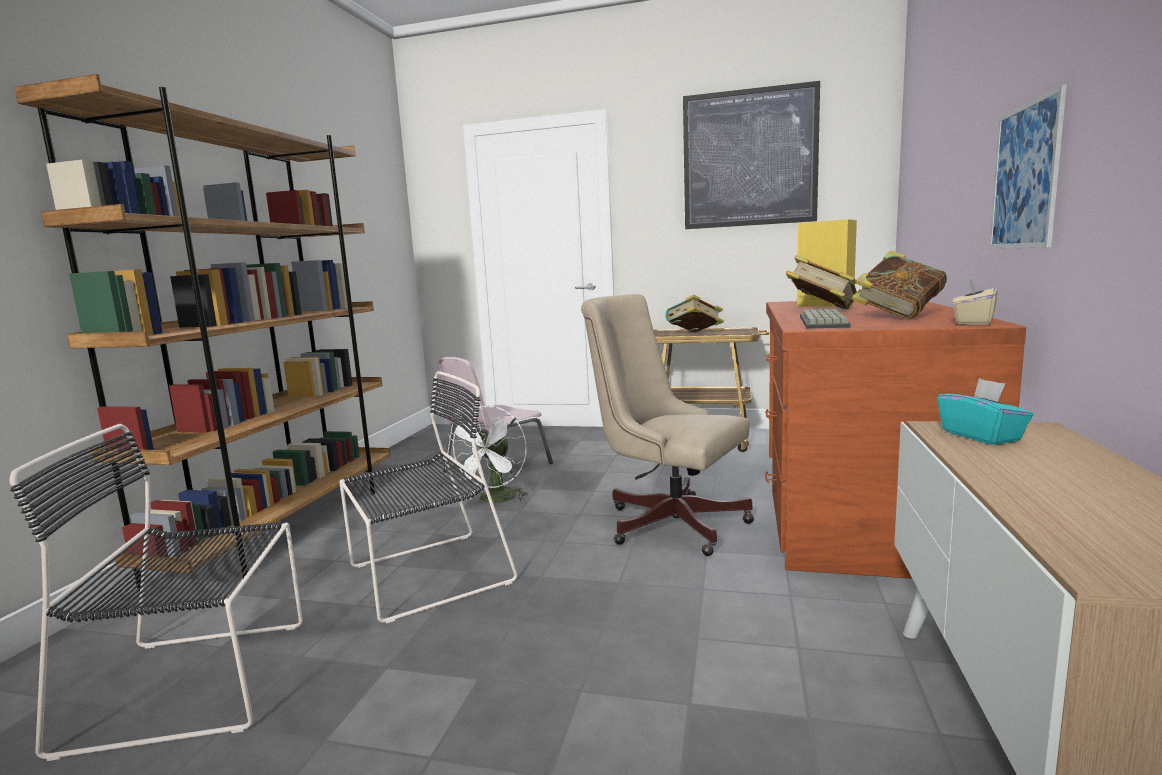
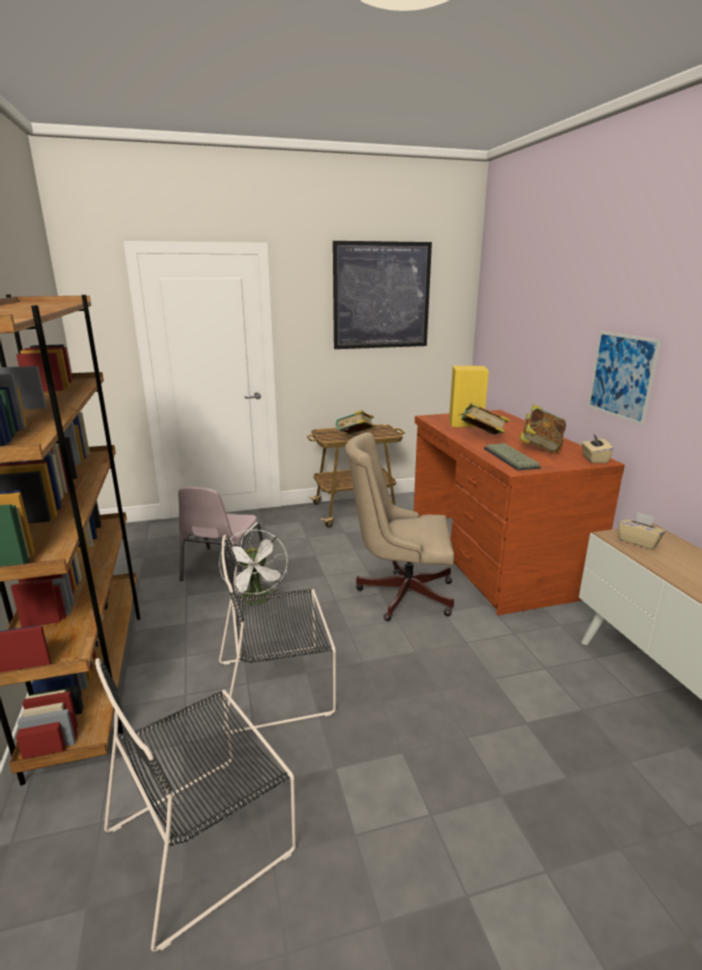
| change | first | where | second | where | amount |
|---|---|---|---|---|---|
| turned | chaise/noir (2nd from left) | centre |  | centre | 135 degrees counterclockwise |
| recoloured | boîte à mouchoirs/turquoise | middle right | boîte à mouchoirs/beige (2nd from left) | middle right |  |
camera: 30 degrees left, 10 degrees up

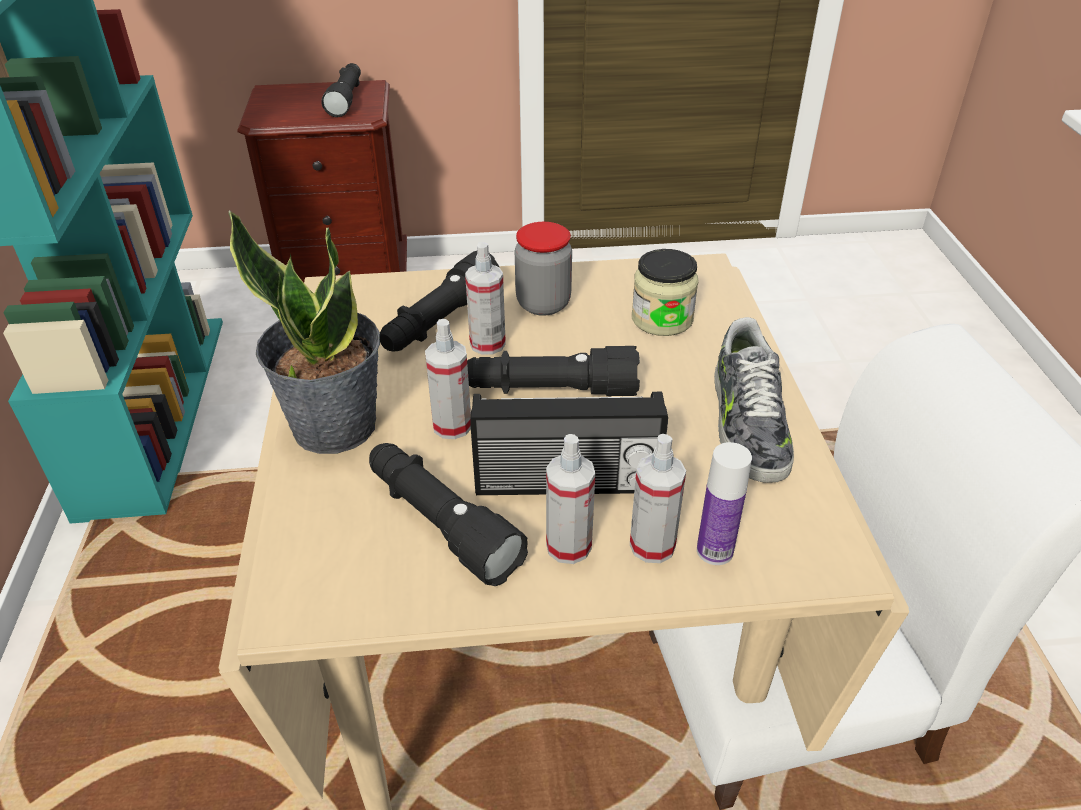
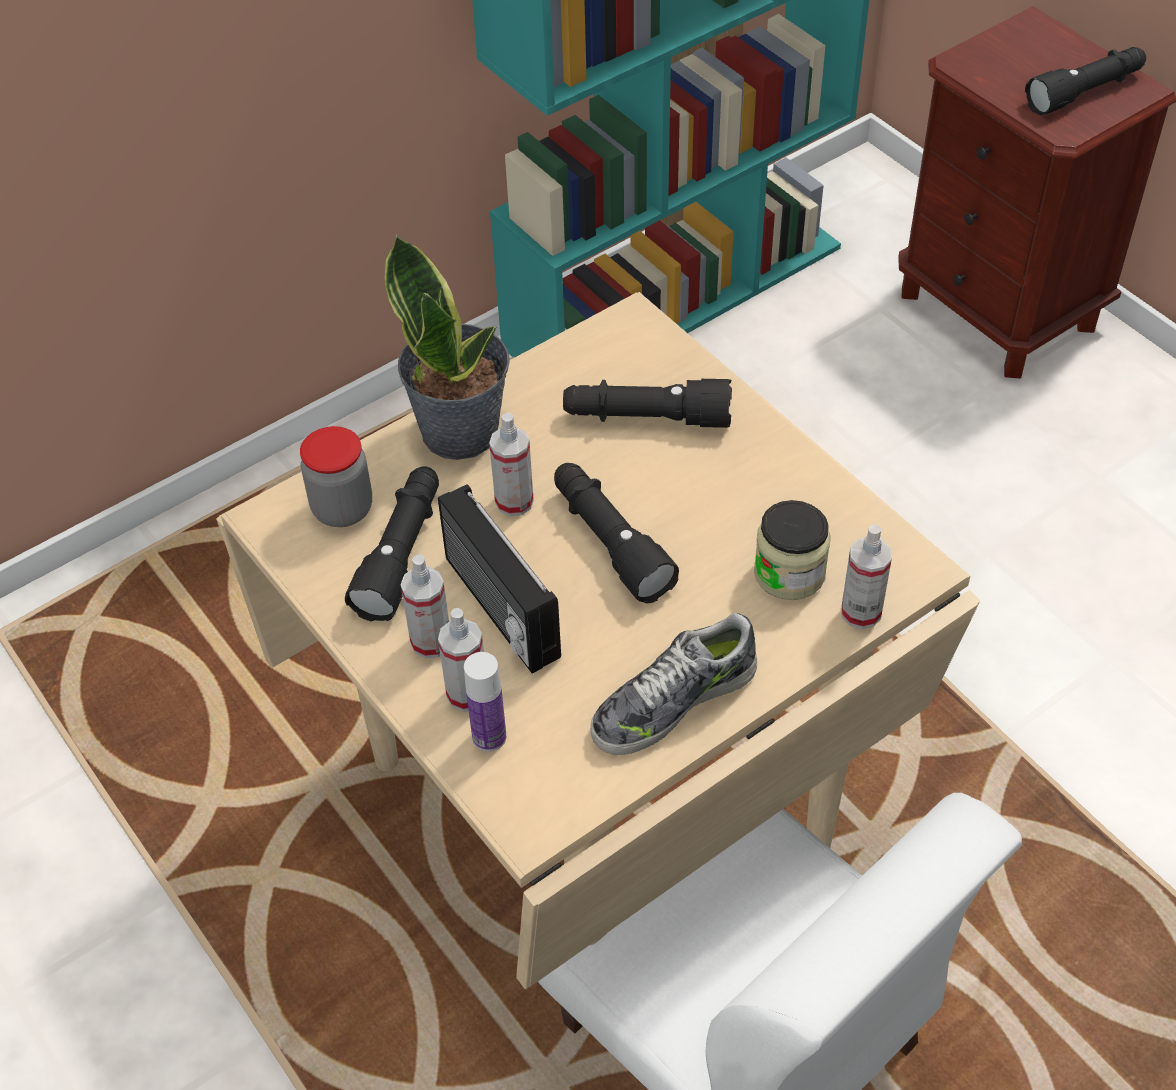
| change | first | where | second | where | amount |
|---|---|---|---|---|---|
| moved | vaporisateur (2nd from left in the first image) | centre | vaporisateur (4th from left) | middle right |  |
| moved | bocal (1st from left) | top centre |  | middle left |  |
camera: 60 degrees right, 10 degrees up

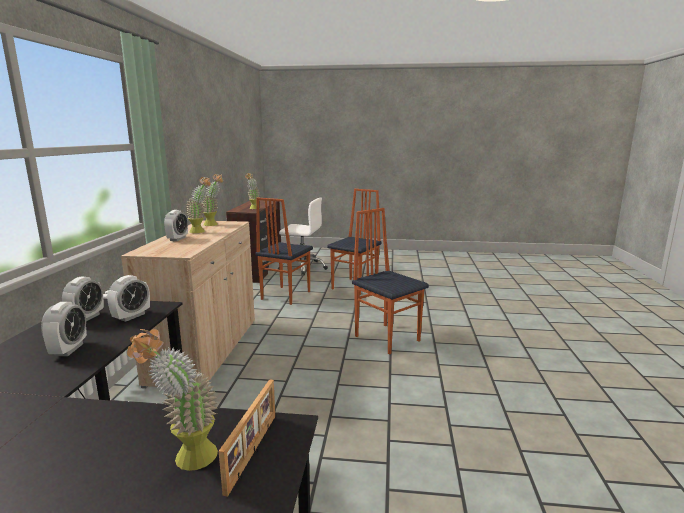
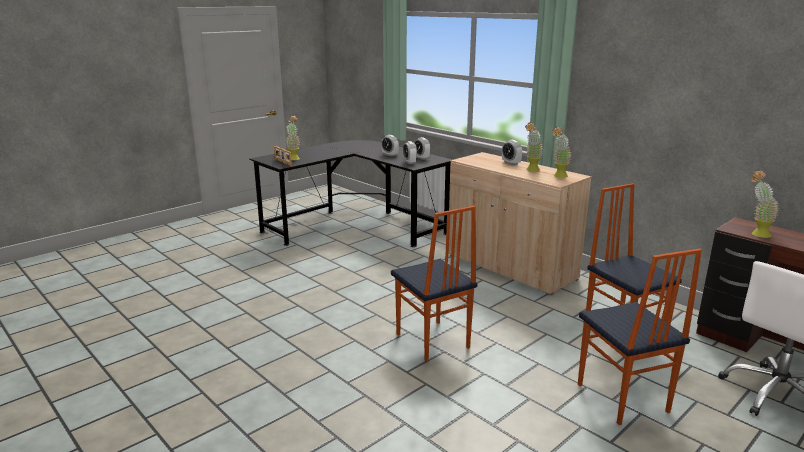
| change | first | where | second | where | amount |
|---|---|---|---|---|---|
| turned | chaise (3rd from left in the first image) | centre | chaise (1st from left) | centre | 60 degrees clockwise |
camera: 130 degrees right, 5 degrees up

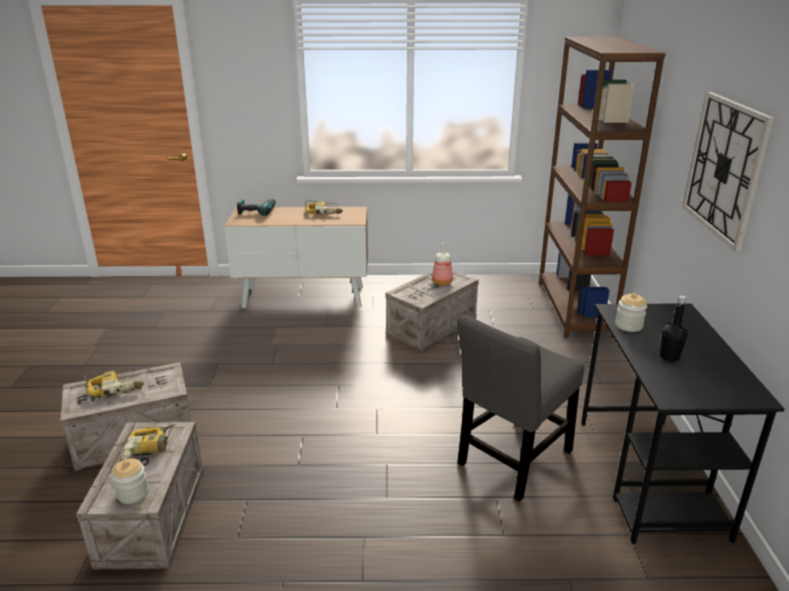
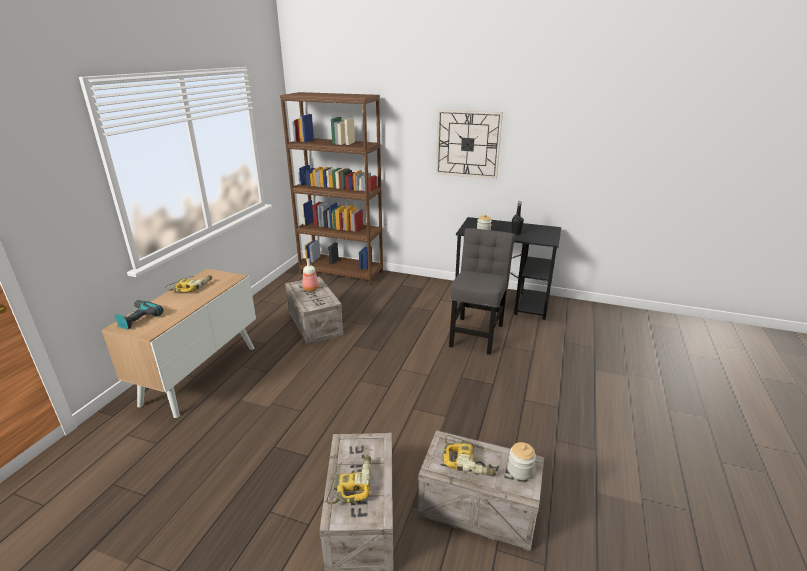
| change | first | where | second | where | amount |
|---|---|---|---|---|---|
| turned | chaise/gris | bottom centre |  | centre | 135 degrees counterclockwise |
camera: 70 degrees left, 0 degrees up

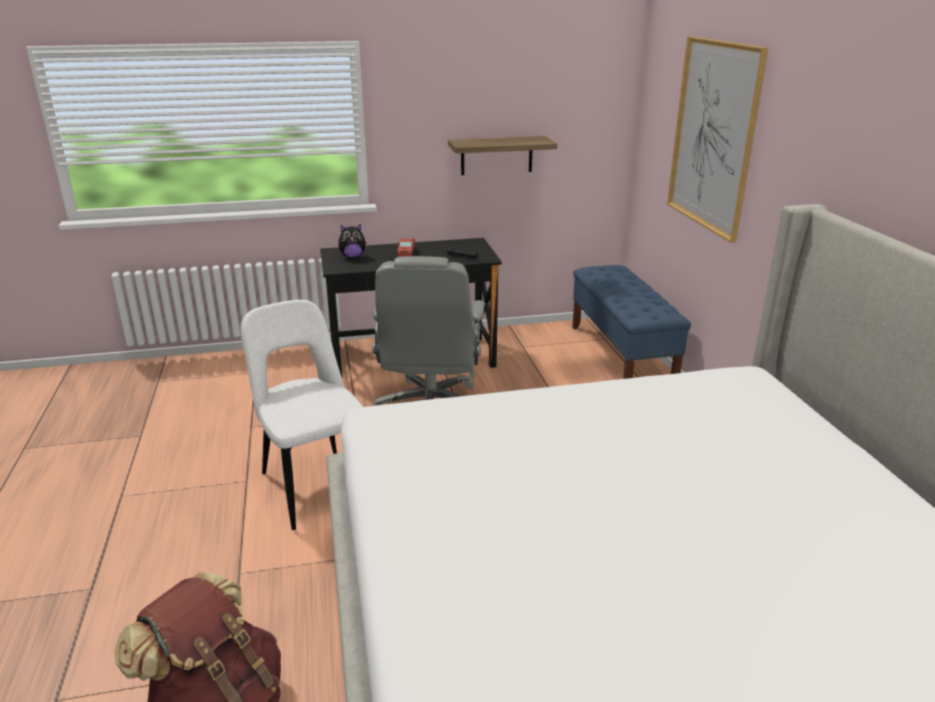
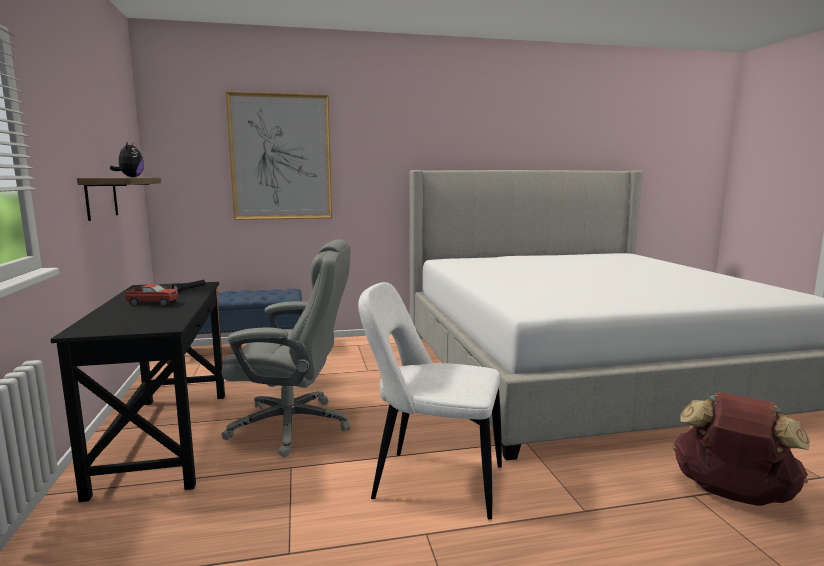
| change | first | where | second | where | amount |
|---|---|---|---|---|---|
| turned | chaise/blanc | middle left |  | bottom centre | 45 degrees clockwise |
| moved | peluche | centre |  | top left |  |
camera: 90 degrees left, 15 degrees down

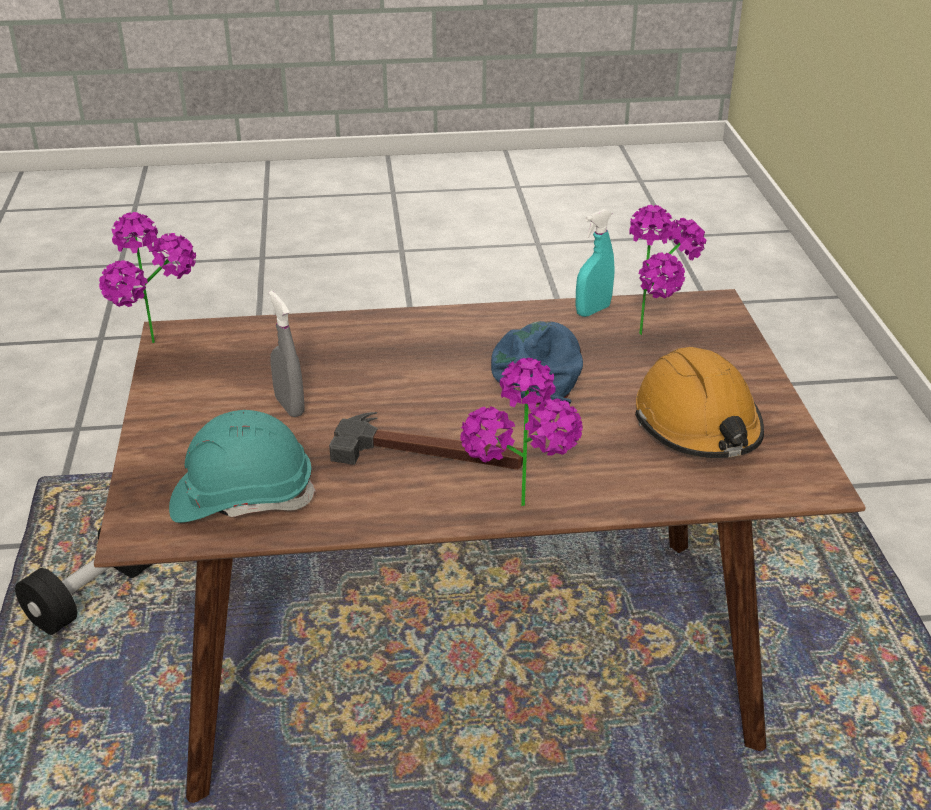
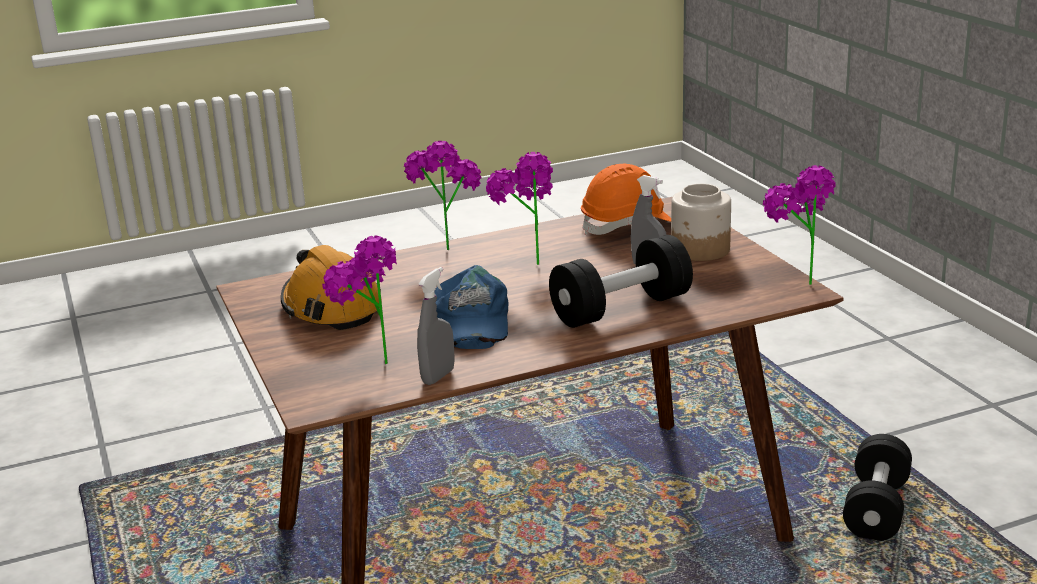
| change | first | where | second | where | amount |
|---|---|---|---|---|---|
| recoloured | casque de chantier/turquoise | middle left | casque de chantier/orange (2nd from left) | centre |  |
| replaced | marteau | centre | plante en pot (3rd from left) | centre |  |
| recoloured | vaporisateur/turquoise | top centre | vaporisateur/gris (1st from left) | centre |  |
| added |  |  | haltère/noir (1st from left) | centre |  |
| added |  |  | bocal | middle right |  |
camera: 165 degrees right, 10 degrees down

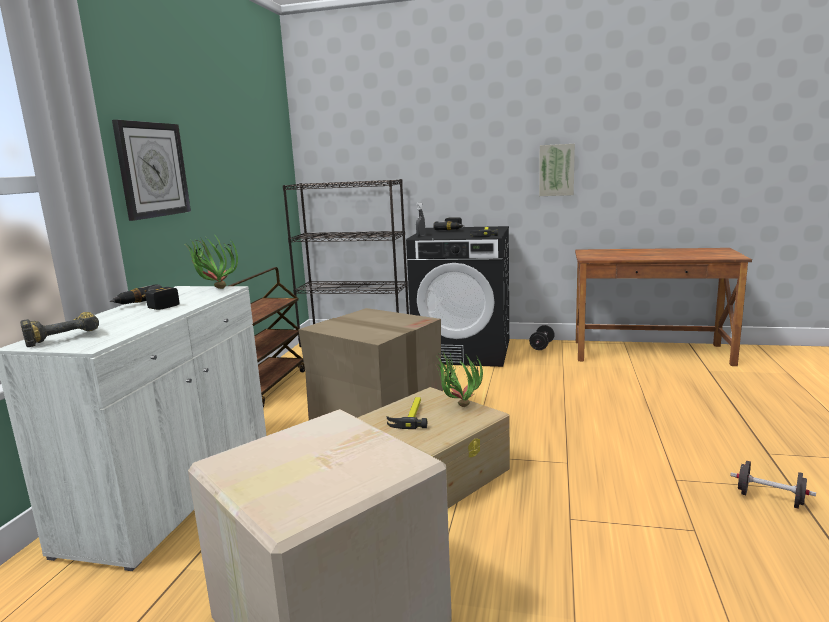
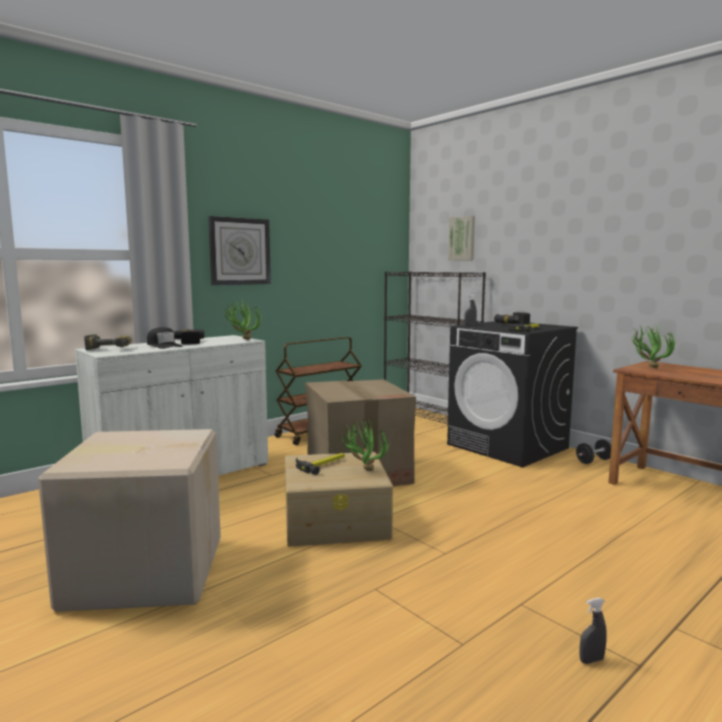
| change | first | where | second | where | amount |
|---|---|---|---|---|---|
| moved | tableau | top right |  | top centre |  |
| replaced | haltère/noir (2nd from left) | bottom right | vaporisateur/gris (2nd from left) | bottom right |  |
| added |  |  | casquette/noir | middle left |  |
| added |  |  | plante en pot (3rd from left) | middle right |  |
camera: 35 degrees right, 5 degrees down

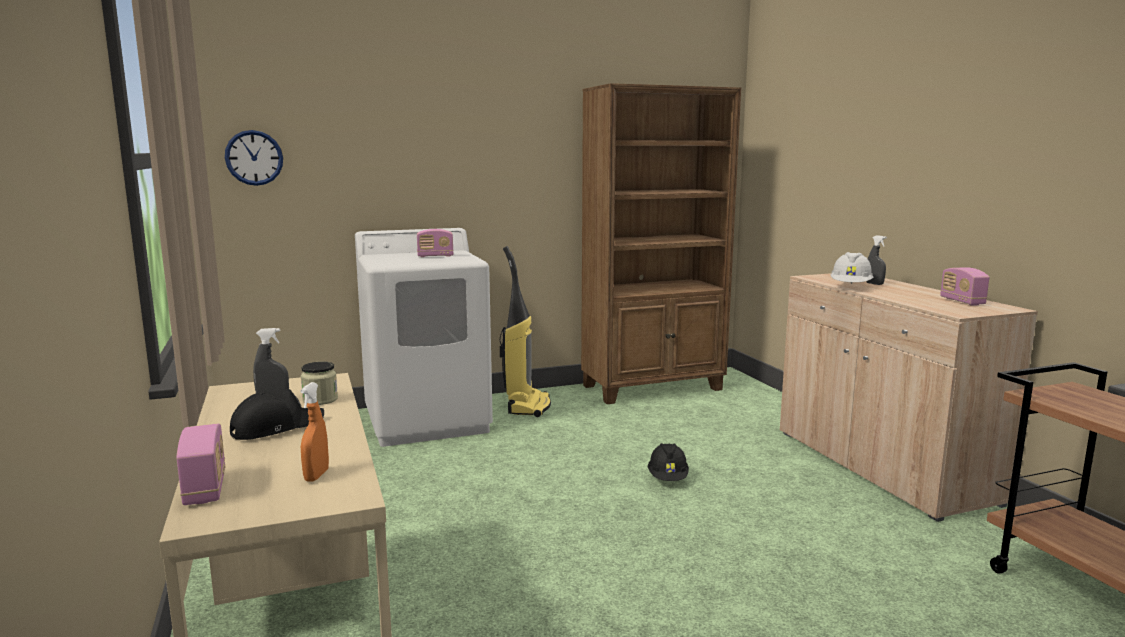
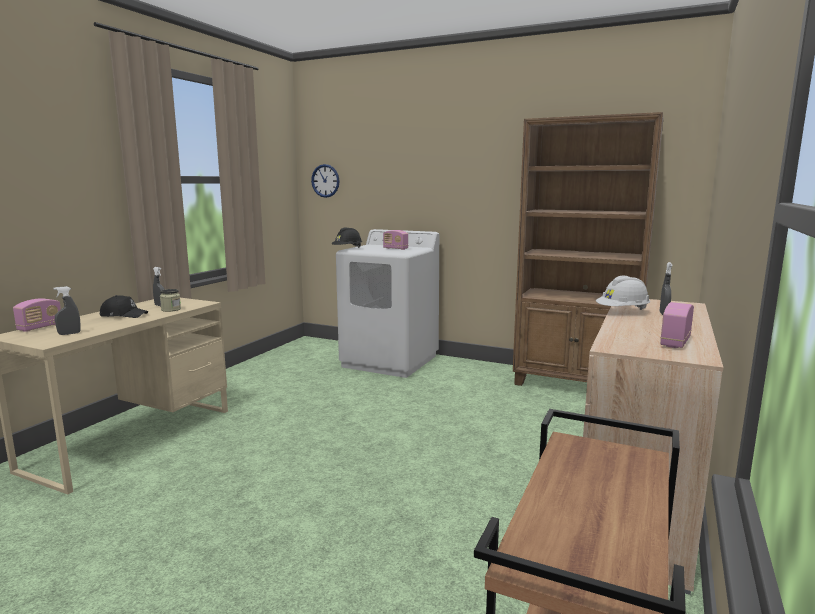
| change | first | where | second | where | amount |
|---|---|---|---|---|---|
| recoloured | vaporisateur/orange | bottom left | vaporisateur/gris (1st from left) | middle left |  |
| removed | aspirateur | centre |  |  |  |
| moved | casque de chantier/noir | bottom centre |  | centre |  |
camera: 45 degrees right, 0 degrees up

